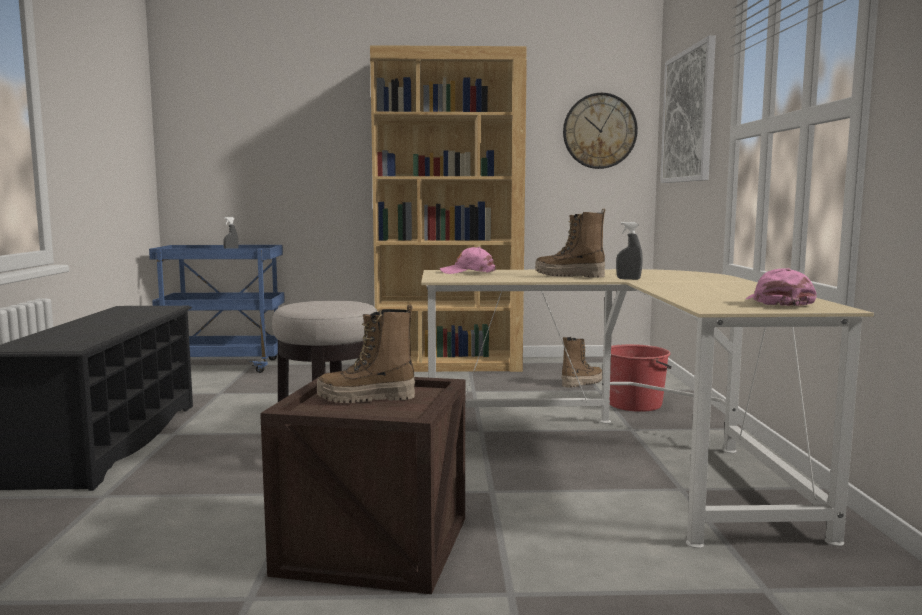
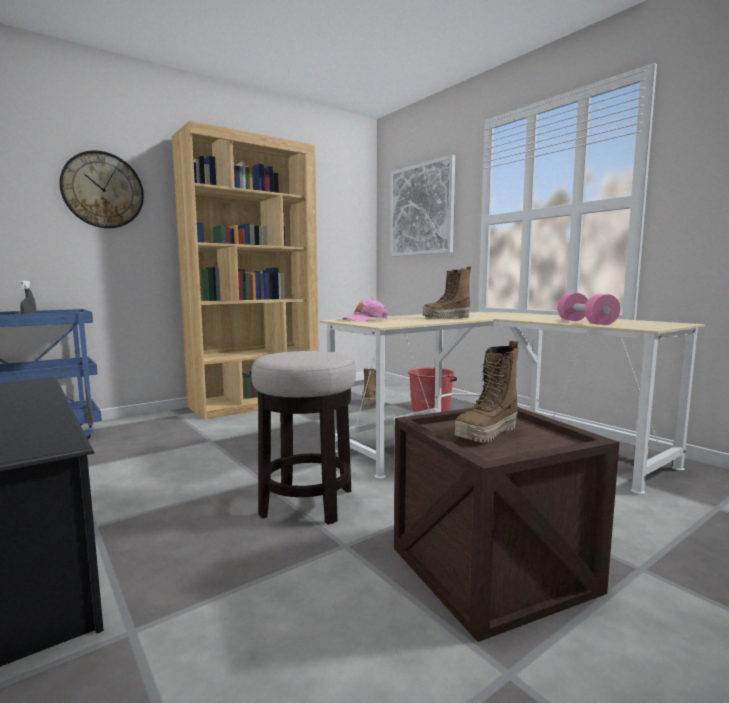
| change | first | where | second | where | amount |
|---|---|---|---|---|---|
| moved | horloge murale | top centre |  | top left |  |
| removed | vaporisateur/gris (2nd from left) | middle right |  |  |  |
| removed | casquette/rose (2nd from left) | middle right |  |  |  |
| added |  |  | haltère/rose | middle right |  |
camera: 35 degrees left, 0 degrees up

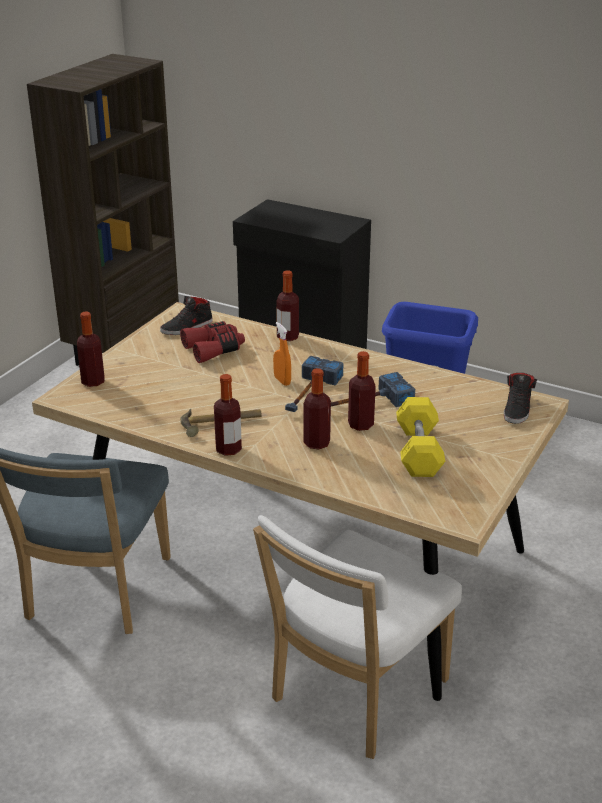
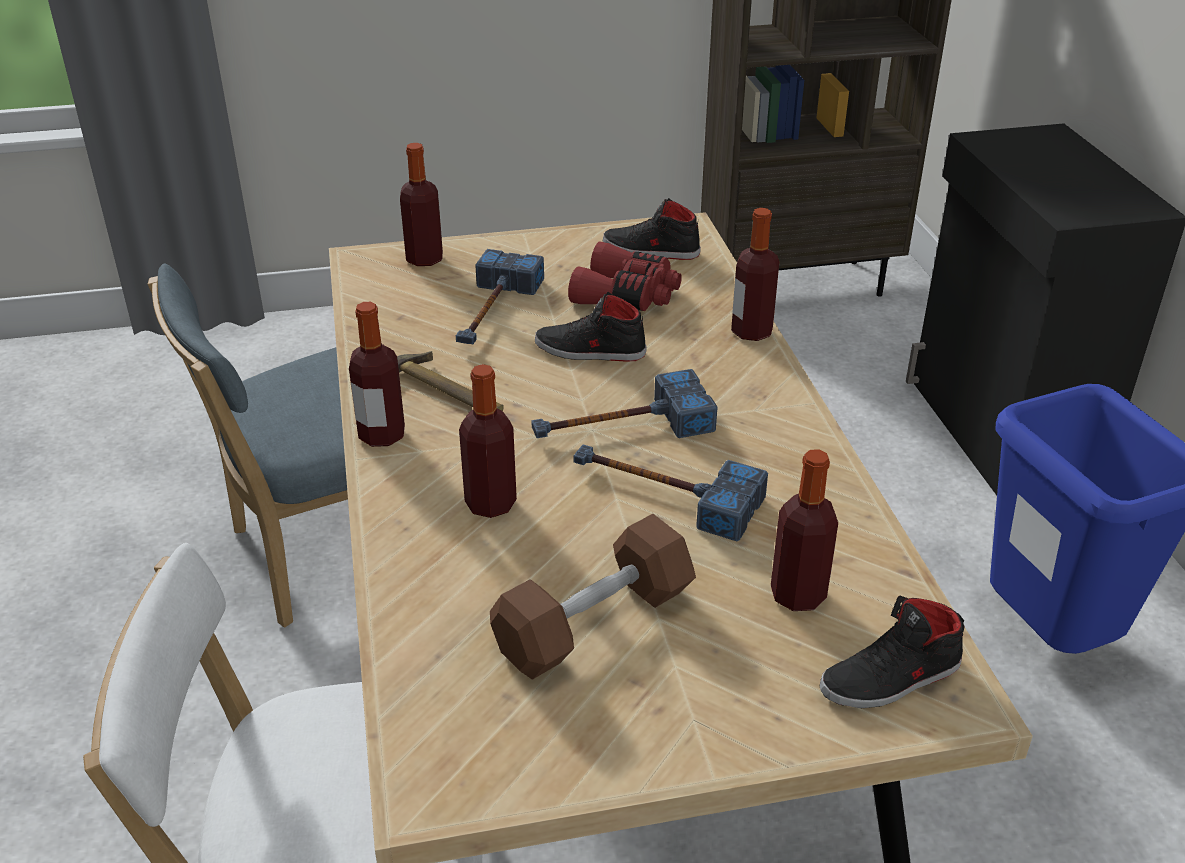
| change | first | where | second | where | amount |
|---|---|---|---|---|---|
| removed | vaporisateur/orange | centre |  |  |  |
| moved | bouteille (5th from left) | centre |  | middle right |  |
| recoloured | haltère/jaune | middle right | haltère/marron | bottom centre |  |
| added |  |  | marteau (2nd from left) | centre |  |
| added |  |  | chaussure/noir (1st from left) | centre |  |
camera: 50 degrees right, 5 degrees up

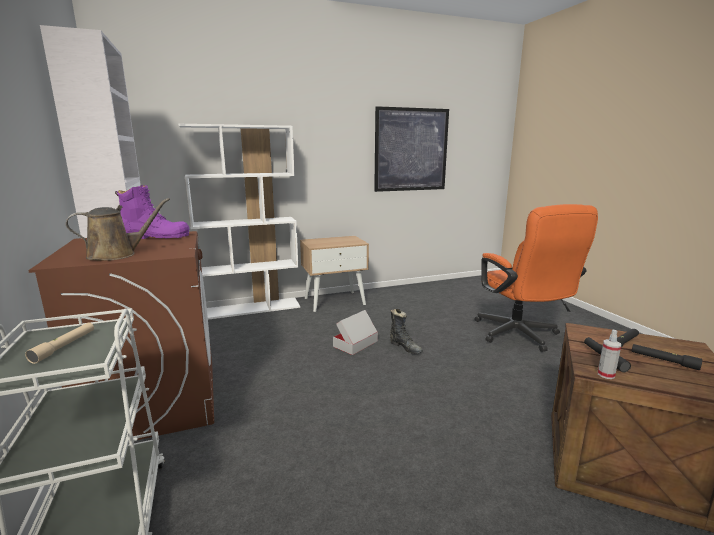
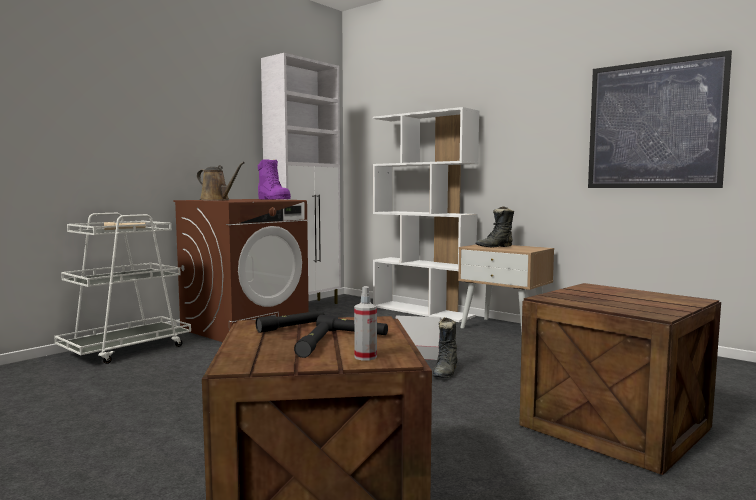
| change | first | where | second | where | amount |
|---|---|---|---|---|---|
| replaced | chaise de bureau/orange | middle right | caisse (2nd from left) | bottom right |  |
| moved | vaporisateur | middle right |  | centre |  |
| added |  |  | botte/noir (2nd from left) | centre |  |
camera: 60 degrees right, 10 degrees down

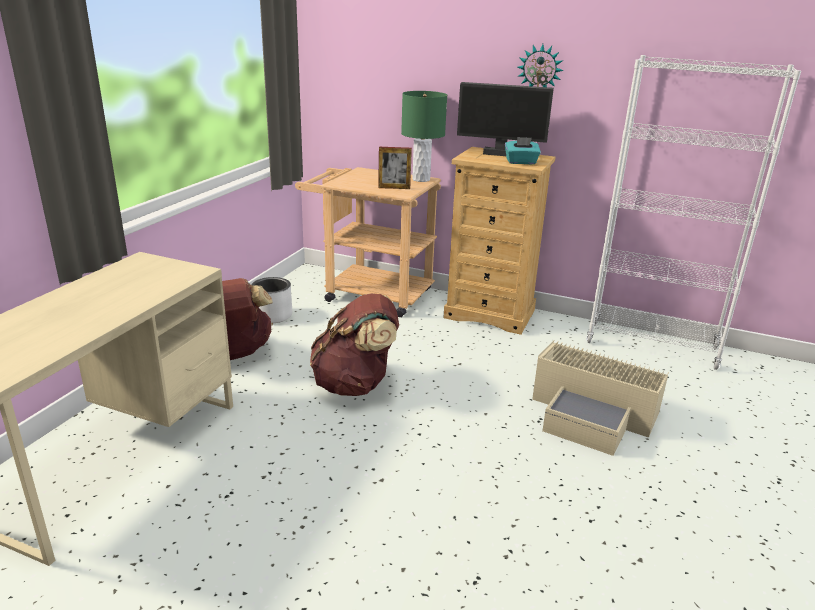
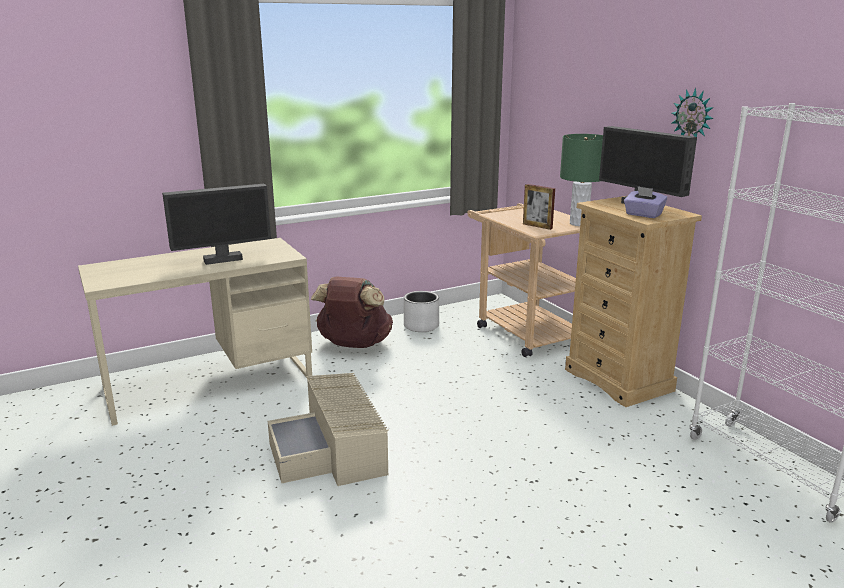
| change | first | where | second | where | amount |
|---|---|---|---|---|---|
| removed | sac à dos/marron (2nd from left) | centre |  |  |  |
| recoloured | boîte à mouchoirs/turquoise | top centre | boîte à mouchoirs/violet | middle right |  |
| moved | boîte de rangement/beige | middle right |  | bottom centre |  |
| added |  |  | écran d'ordinateur (1st from left) | middle left |  |
camera: 40 degrees right, 5 degrees down

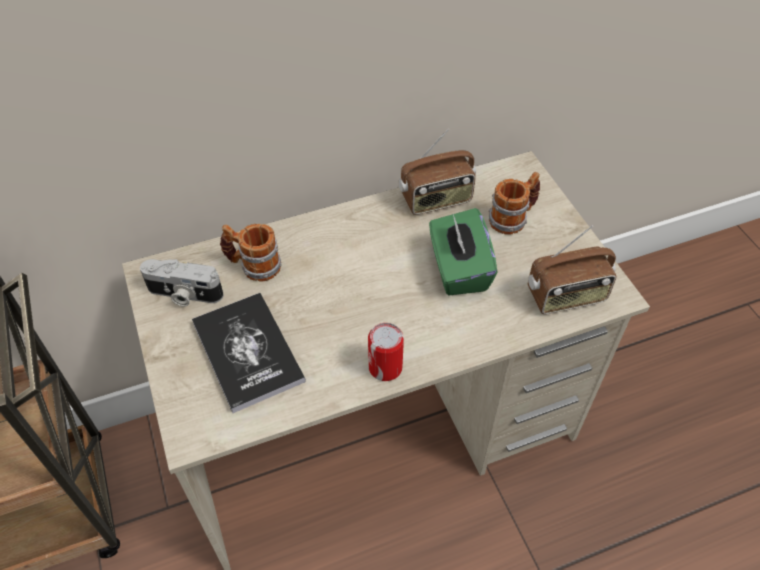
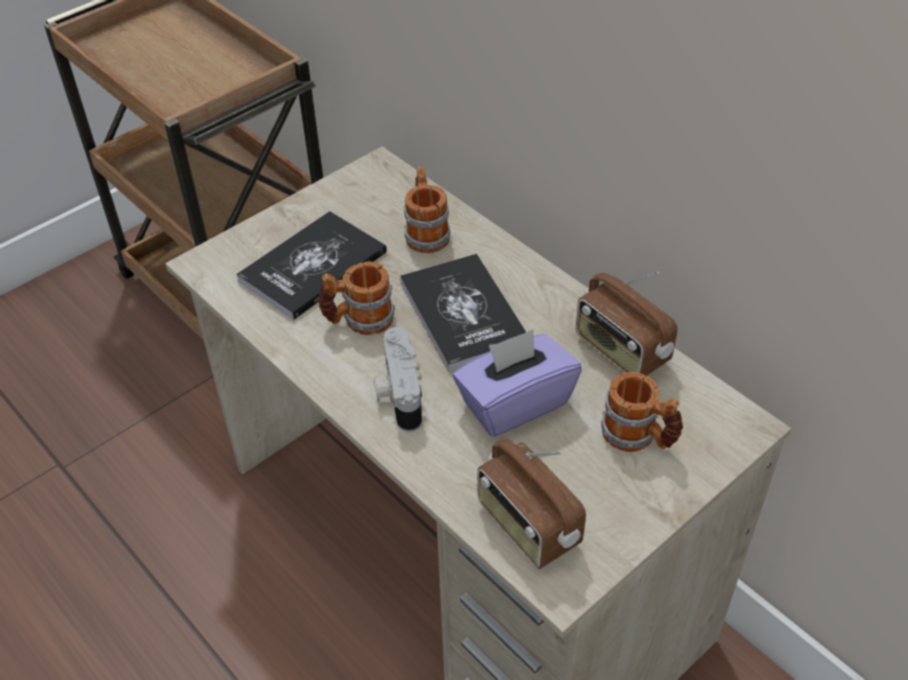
| change | first | where | second | where | amount |
|---|---|---|---|---|---|
| moved | appareil photo | middle left |  | centre |  |
| removed | boîte métallique | centre |  |  |  |
| recoloured | boîte à mouchoirs/vert | centre | boîte à mouchoirs/violet | centre |  |
| added |  |  | mug (1st from left) | centre |  |
| added |  |  | livre (2nd from left) | centre |  |
camera: 70 degrees right, 5 degrees down

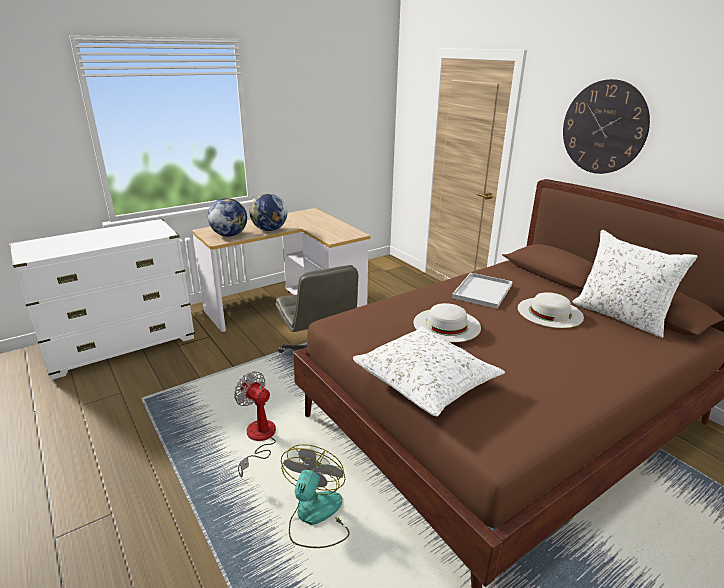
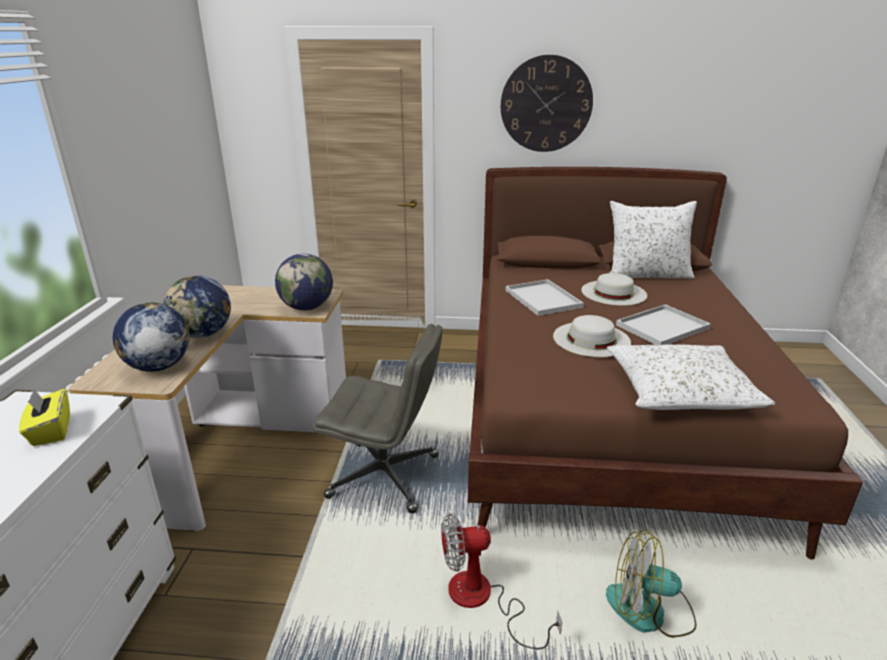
| change | first | where | second | where | amount |
|---|---|---|---|---|---|
| turned | ventilateur (2nd from left) | bottom centre |  | bottom right | 45 degrees counterclockwise |
| added |  |  | boîte à mouchoirs/jaune | middle left |  |
| added |  |  | globe (3rd from left) | centre |  |
| added |  |  | plateau/blanc (2nd from left) | middle right |  |
camera: 50 degrees left, 0 degrees up

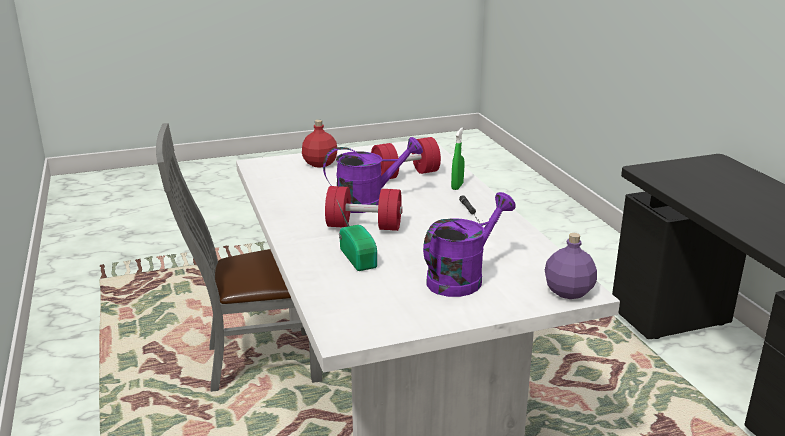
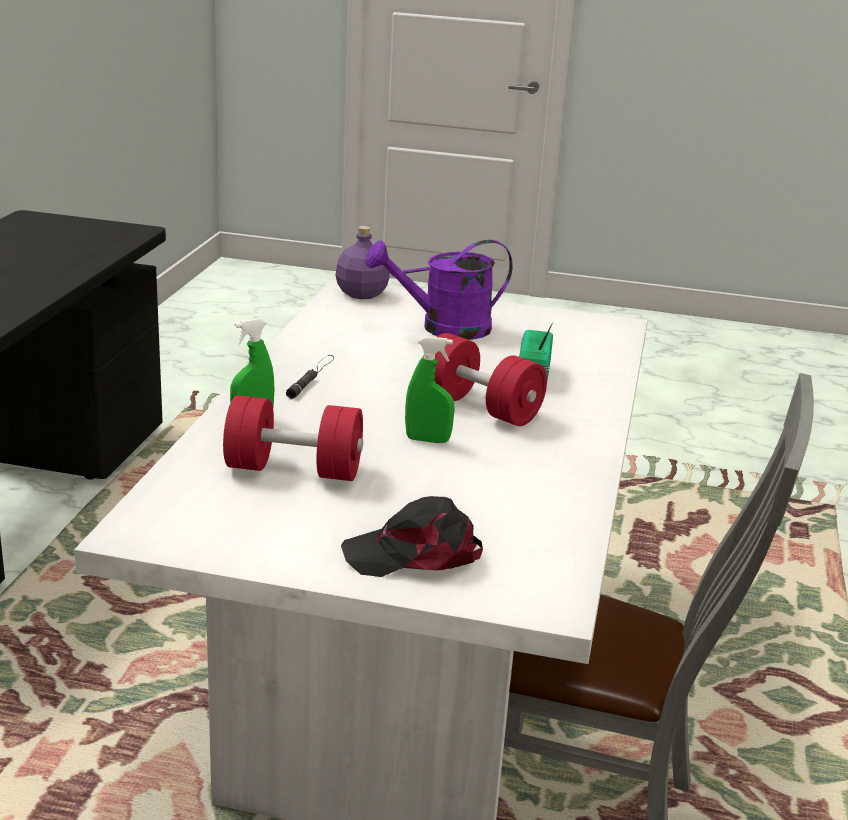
| change | first | where | second | where | amount |
|---|---|---|---|---|---|
| replaced | bouteille/rouge | top centre | casquette/noir | centre |  |
| replaced | arrosoir/violet (1st from left) | centre | vaporisateur/vert (2nd from left) | centre |  |
camera: 150 degrees left, 0 degrees up

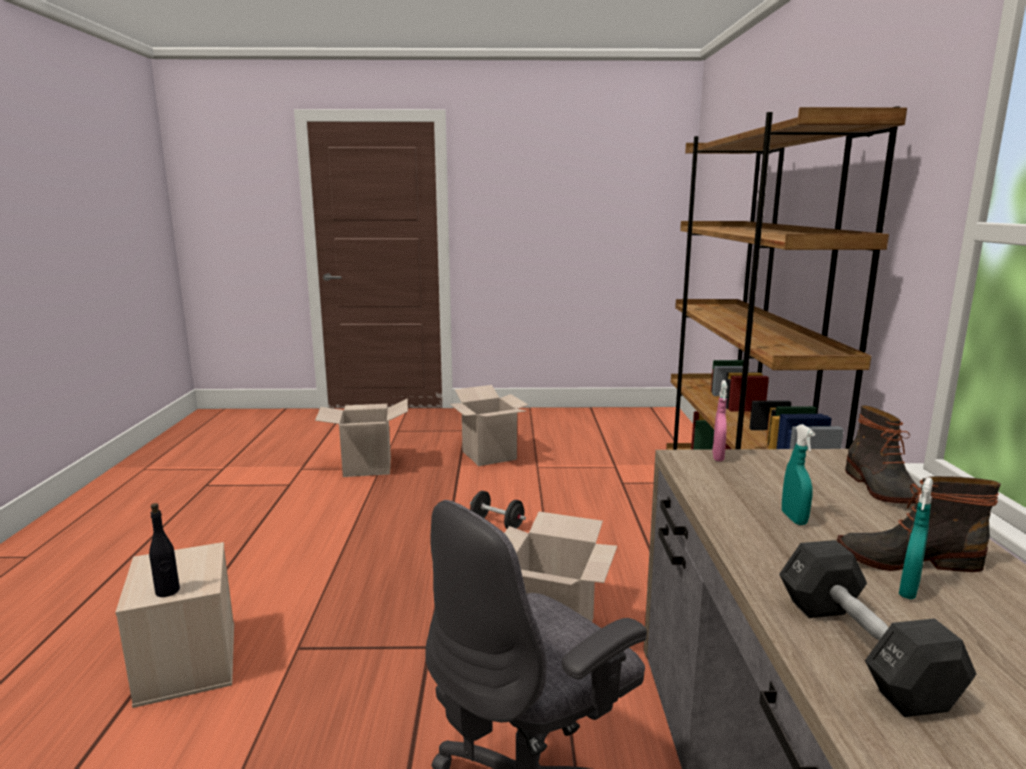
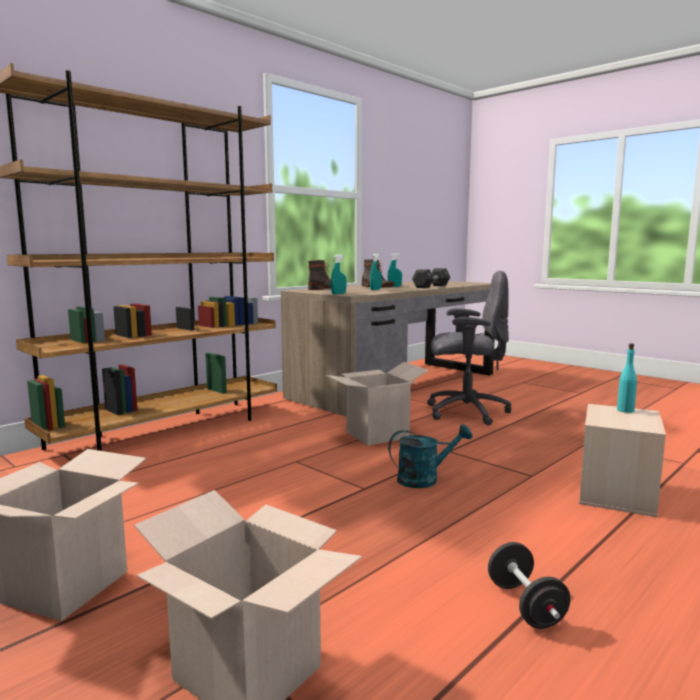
| change | first | where | second | where | amount |
|---|---|---|---|---|---|
| recoloured | bouteille/noir | bottom left | bouteille/turquoise | middle right |  |
| moved | haltère/noir (1st from left in the first image) | centre | haltère/noir (2nd from left) | bottom right |  |
| recoloured | vaporisateur/rose | middle right | vaporisateur/turquoise (1st from left) | centre |  |
| added |  |  | arrosoir/turquoise | centre |  |
camera: 135 degrees left, 5 degrees down

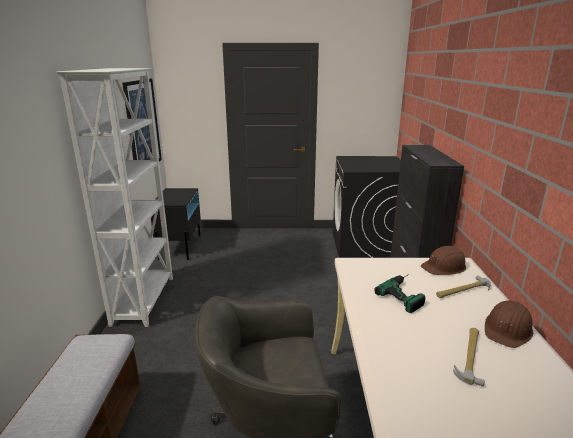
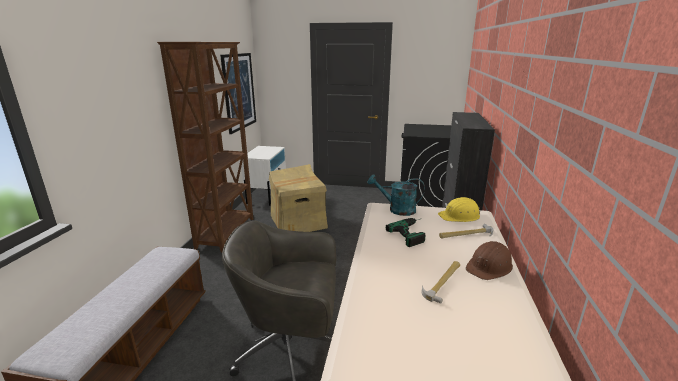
| change | first | where | second | where | amount |
|---|---|---|---|---|---|
| recoloured | bibliothèque/blanc | middle left | bibliothèque/marron | middle left |  |
| recoloured | table de chevet/noir | middle left | table de chevet/blanc | centre |  |
| recoloured | casque de chantier/marron (1st from left) | middle right | casque de chantier/jaune | middle right |  |
| added |  |  | carton | centre |  |
| added |  |  | arrosoir/turquoise | centre |  |
camera: 10 degrees right, 0 degrees up

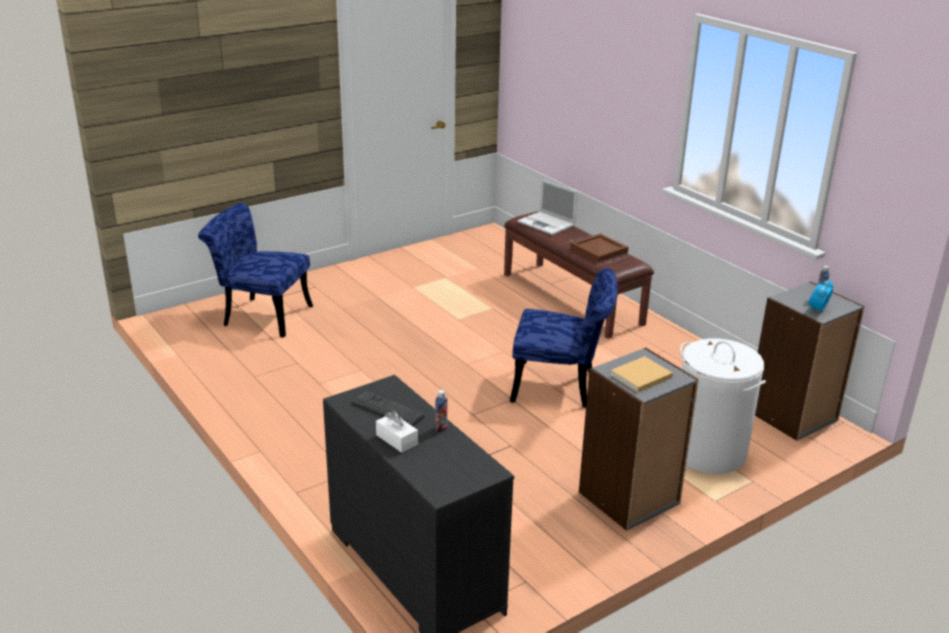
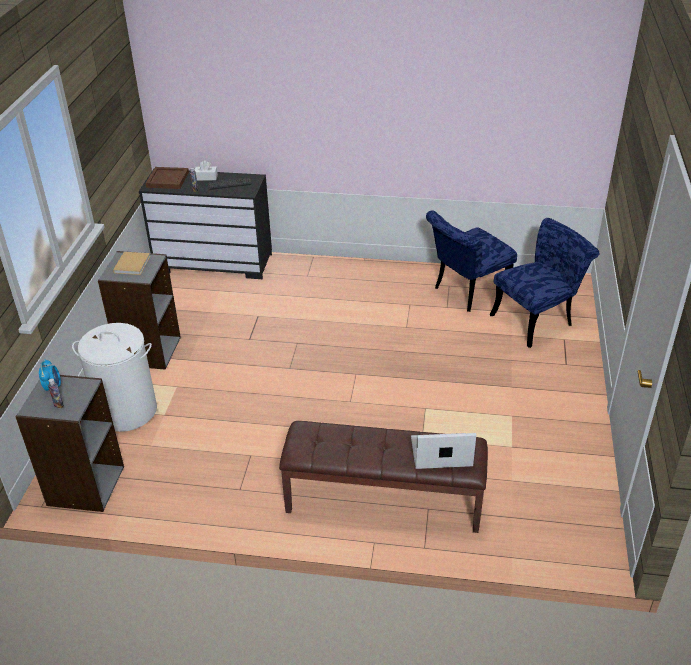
| change | first | where | second | where | amount |
|---|---|---|---|---|---|
| moved | chaise/bleu (2nd from left in the first image) | centre | chaise/bleu (1st from left) | middle right |  |
| moved | plateau/marron | centre |  | top left |  |
camera: 135 degrees right, 10 degrees up

